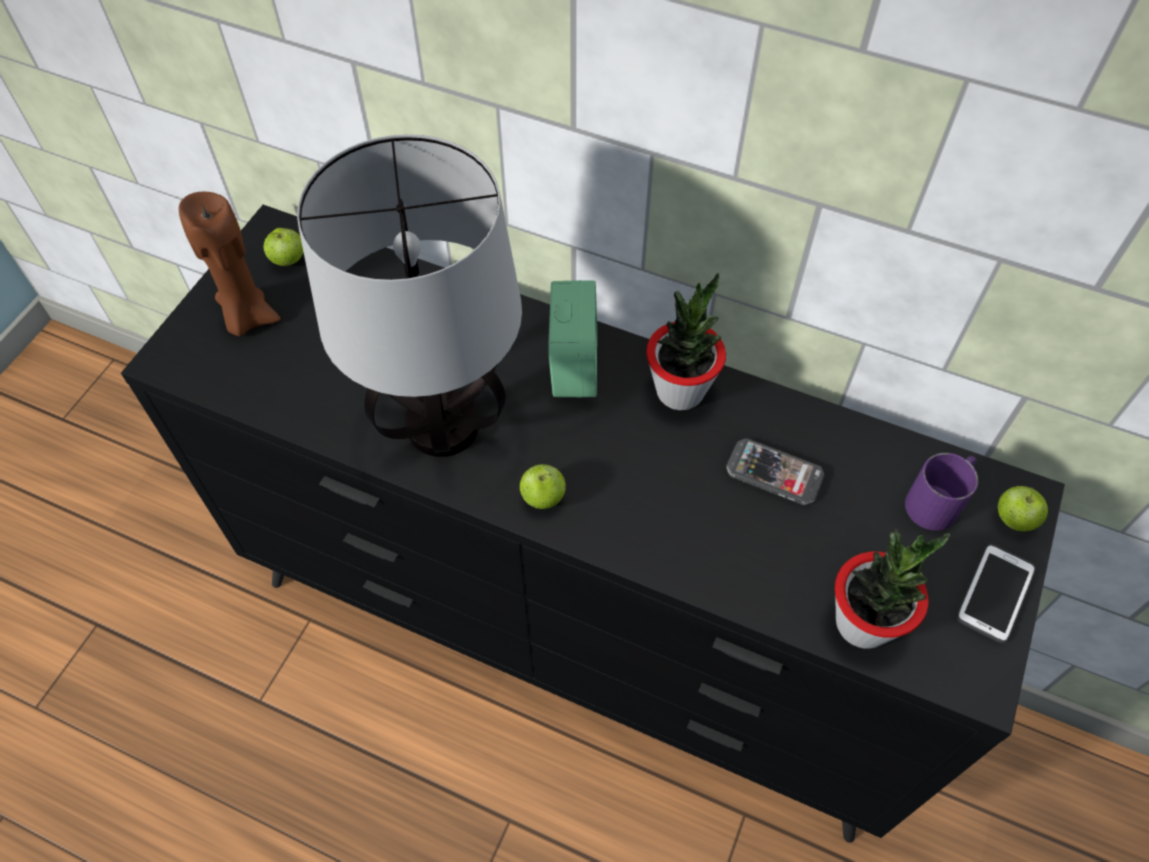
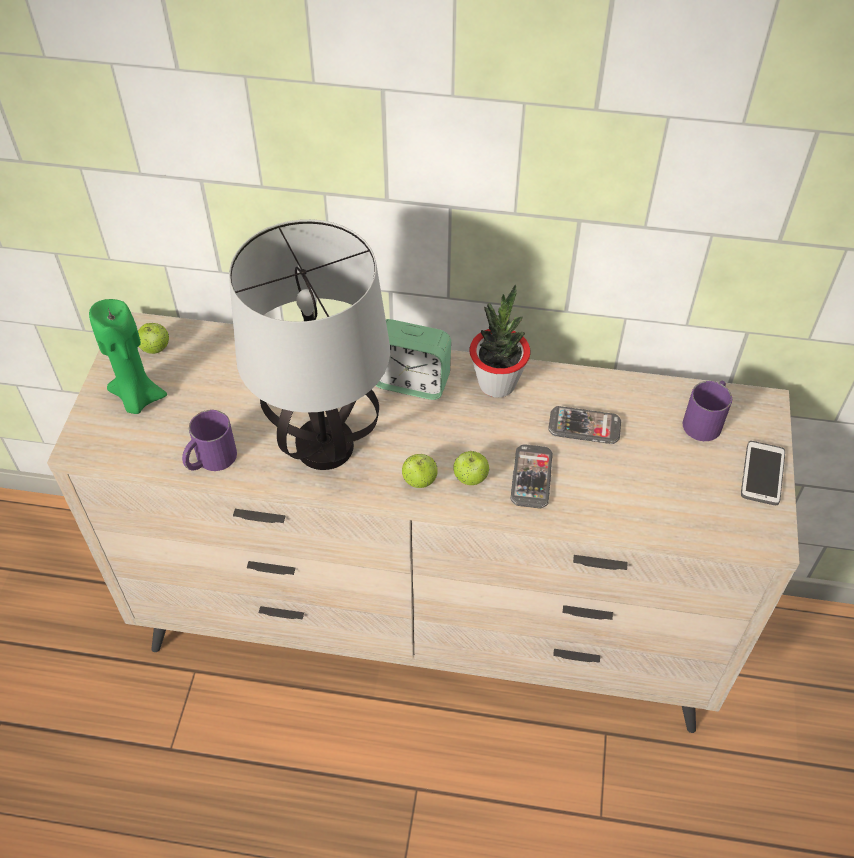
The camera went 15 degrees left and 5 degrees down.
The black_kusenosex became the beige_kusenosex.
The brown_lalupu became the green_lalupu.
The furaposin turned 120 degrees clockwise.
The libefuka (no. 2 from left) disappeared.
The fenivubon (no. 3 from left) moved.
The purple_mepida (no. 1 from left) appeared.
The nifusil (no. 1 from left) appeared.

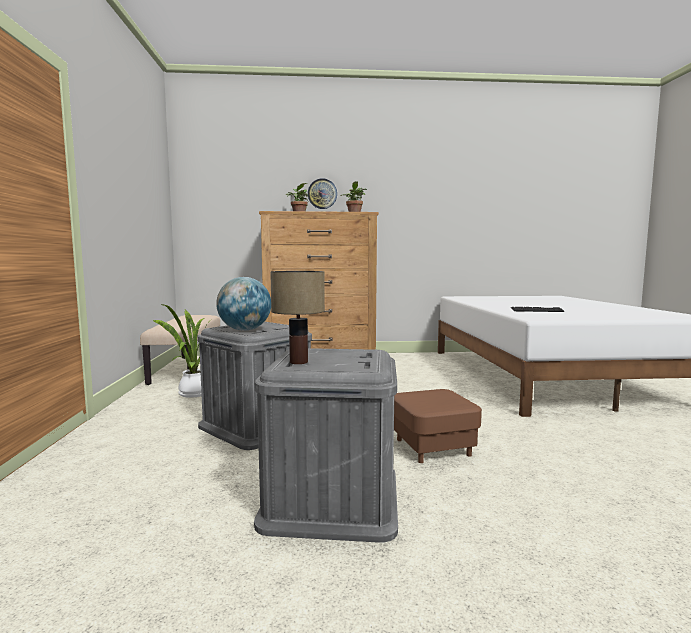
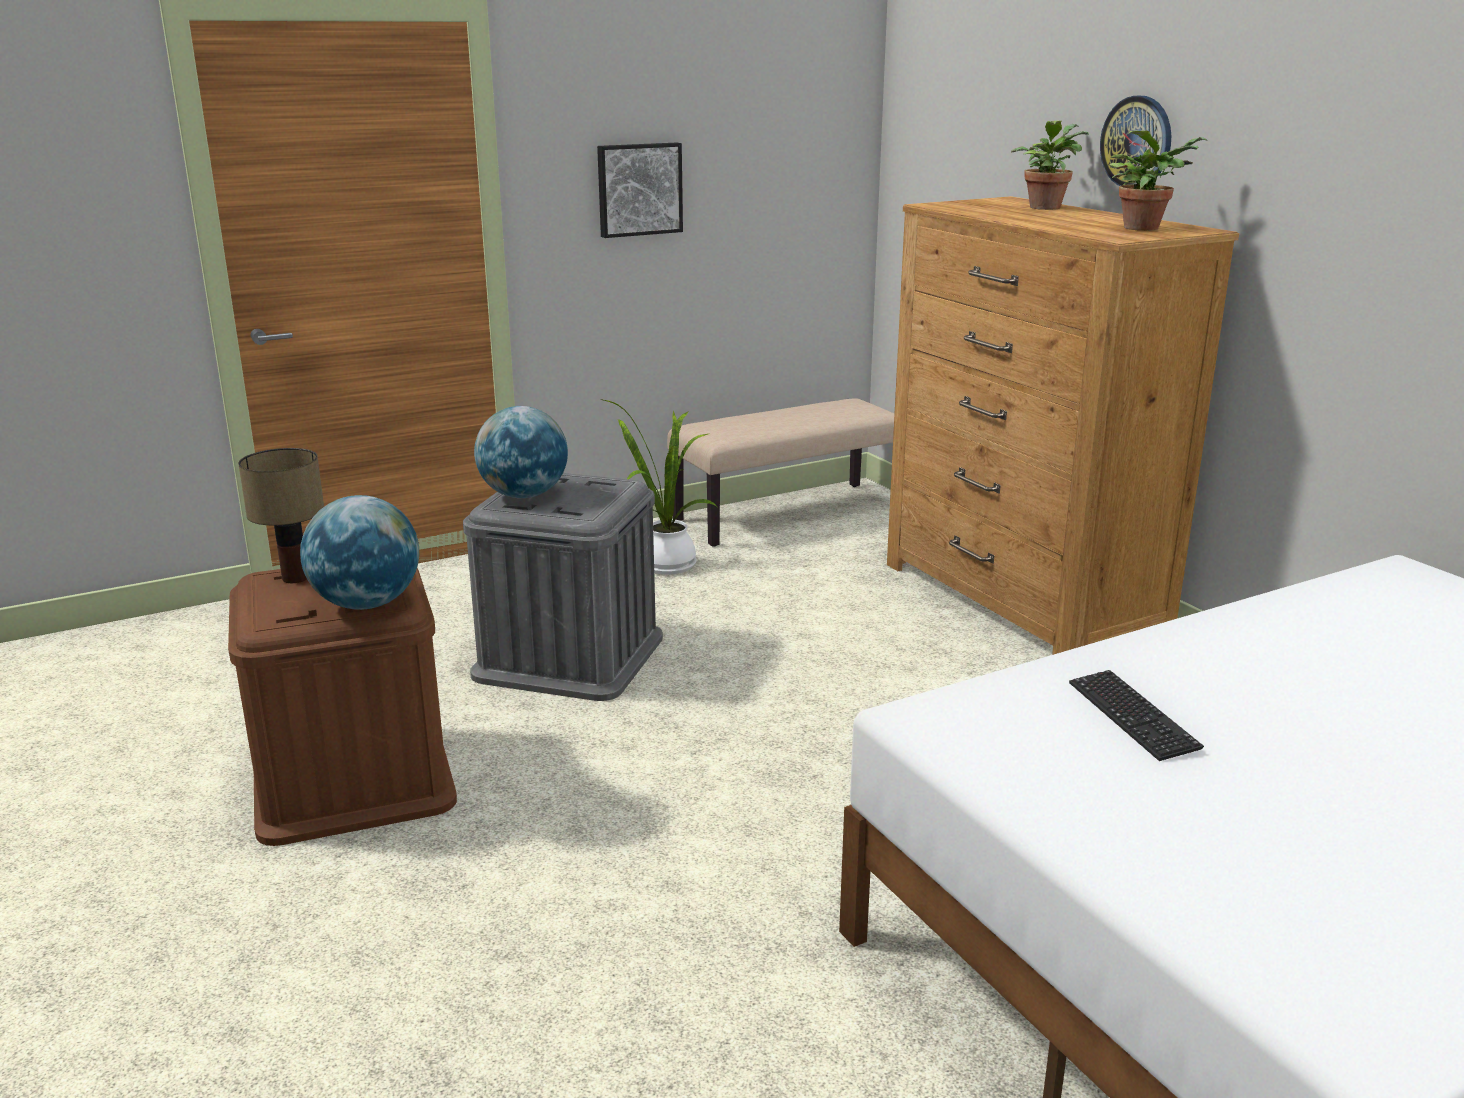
The camera went 65 degrees right and 15 degrees up.
The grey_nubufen (no. 2 from left) became the brown_nubufen.
The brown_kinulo disappeared.
The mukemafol (no. 1 from left) appeared.
The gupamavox appeared.

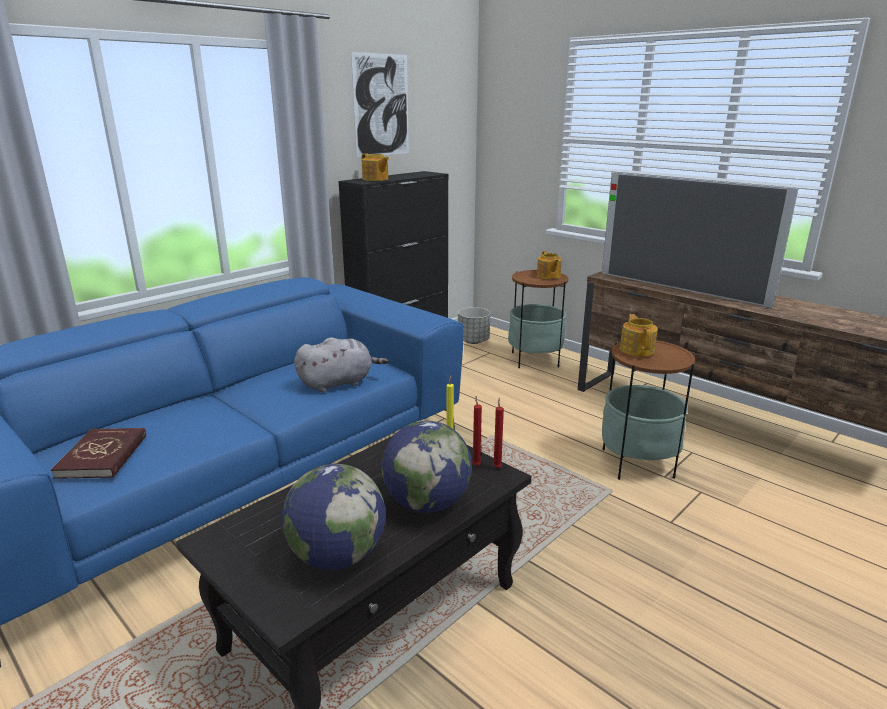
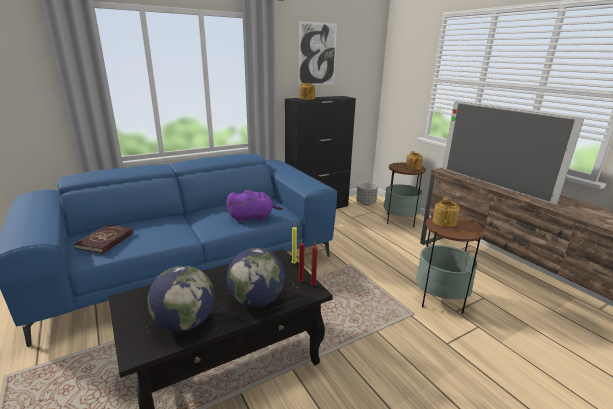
The camera went 15 degrees right and 0 degrees up.
The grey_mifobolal became the purple_mifobolal.

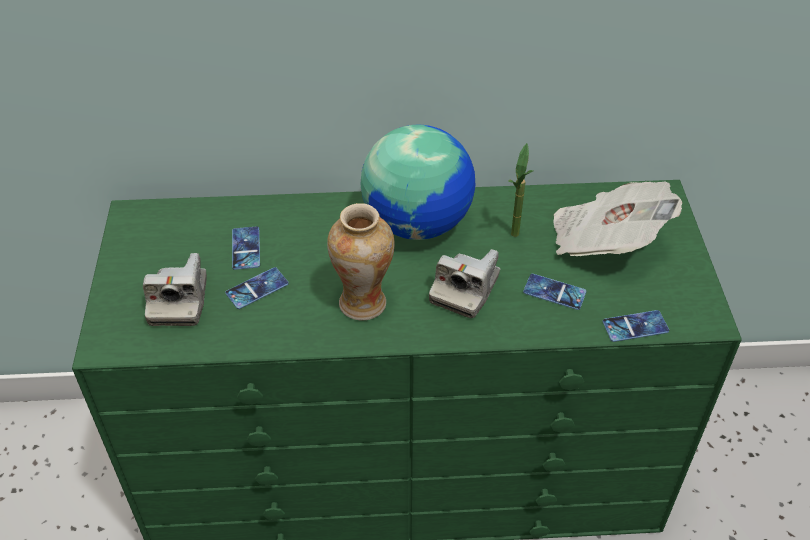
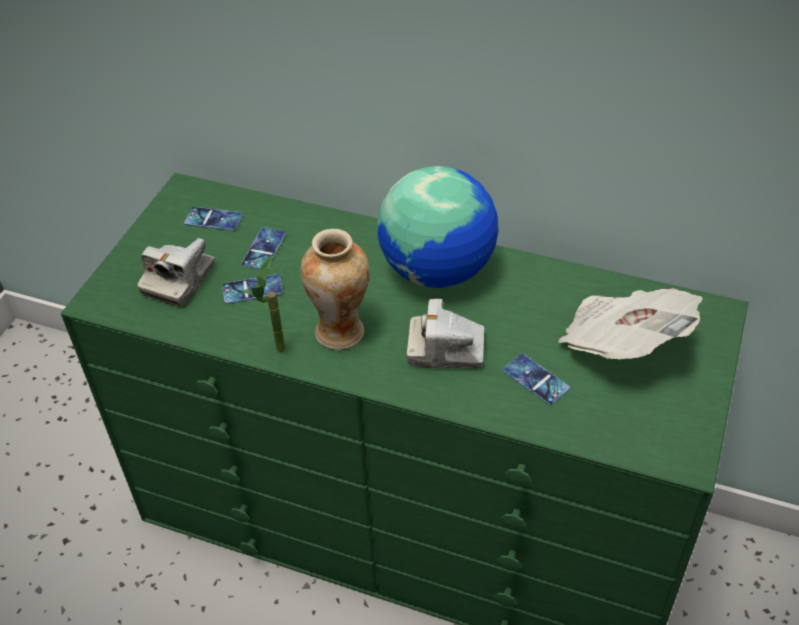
The camera went 25 degrees right and 0 degrees up.
The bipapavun (no. 2 from left) turned 45 degrees clockwise.
The libefuka moved.
The nifusil (no. 4 from left in the first image) moved.

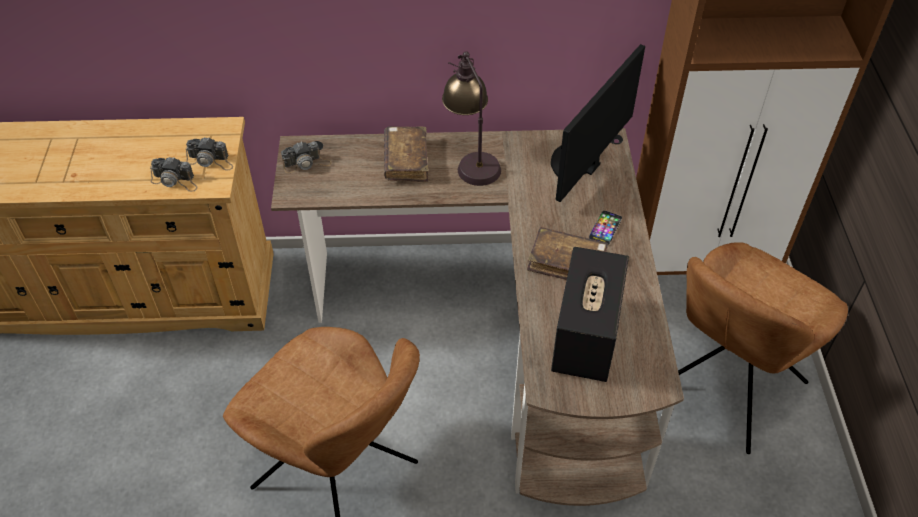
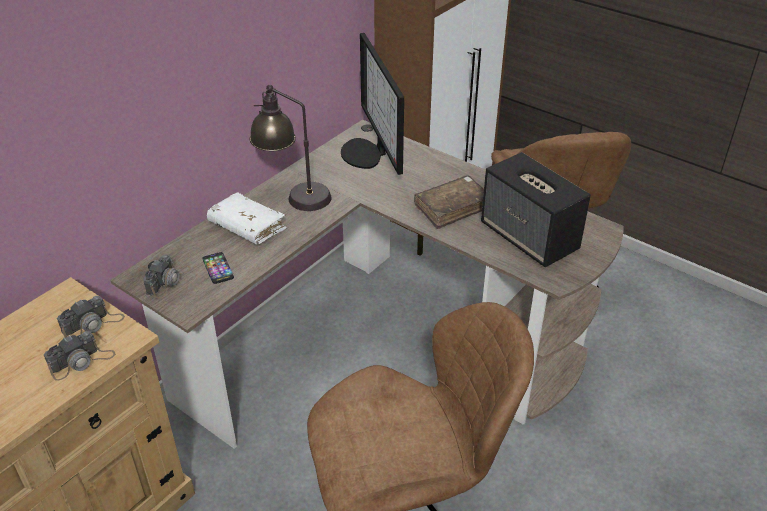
The camera went 50 degrees left and 10 degrees down.
The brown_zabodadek (no. 1 from left) became the white_zabodadek.
The nifusil moved.

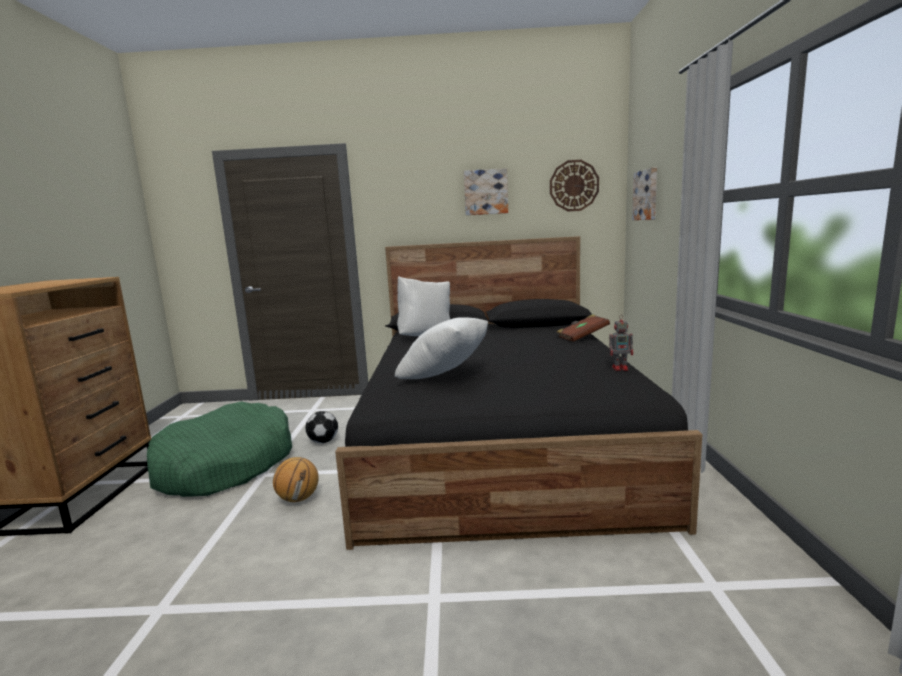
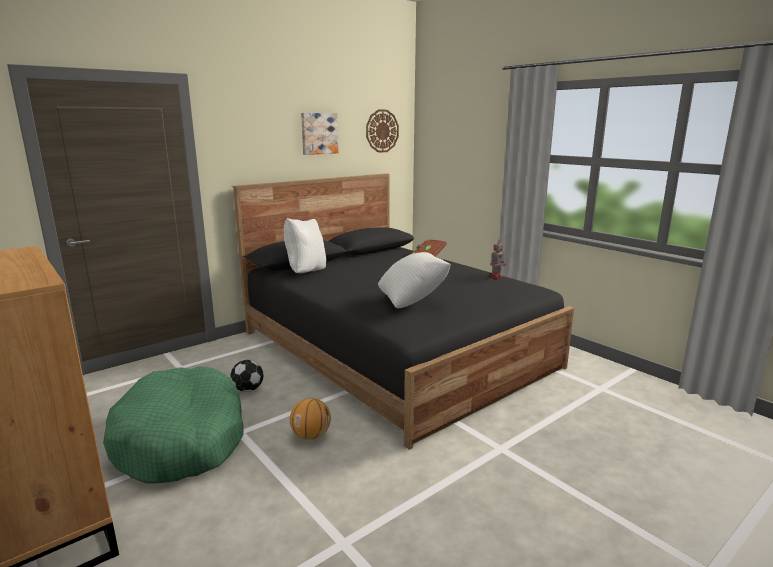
The camera went 40 degrees left and 5 degrees up.
The gupamavox (no. 2 from left) disappeared.

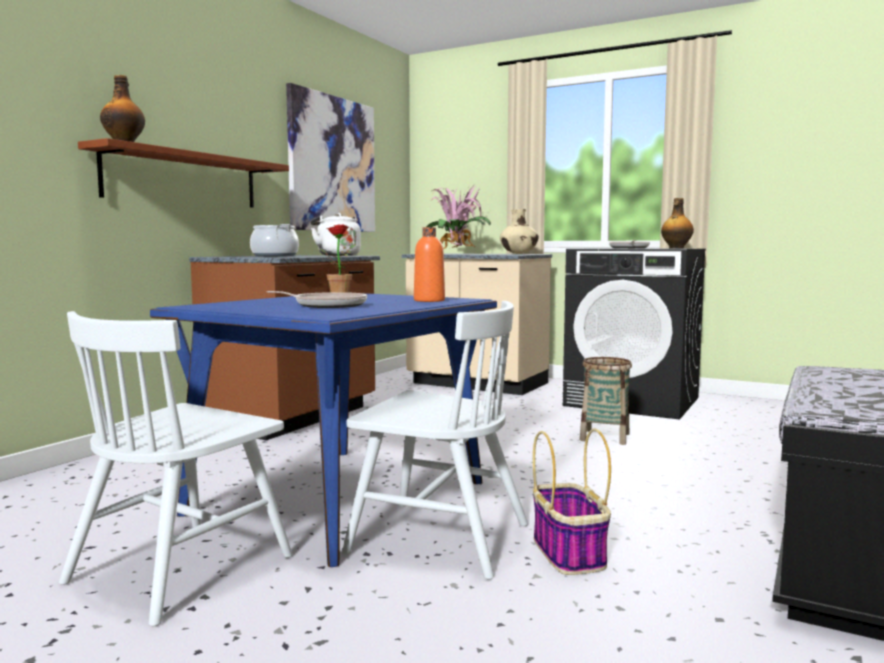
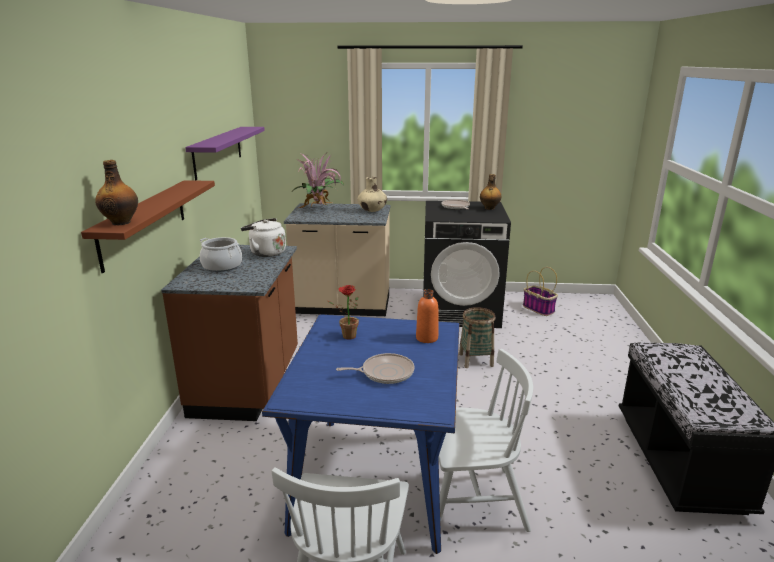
The camera went 25 degrees left and 15 degrees up.
The gupamavox was replaced by the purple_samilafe.
The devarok (no. 1 from left in the first image) moved.

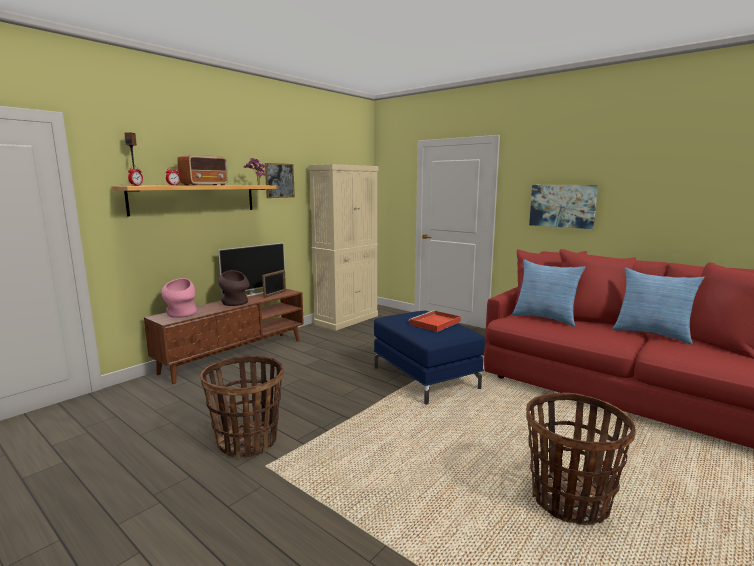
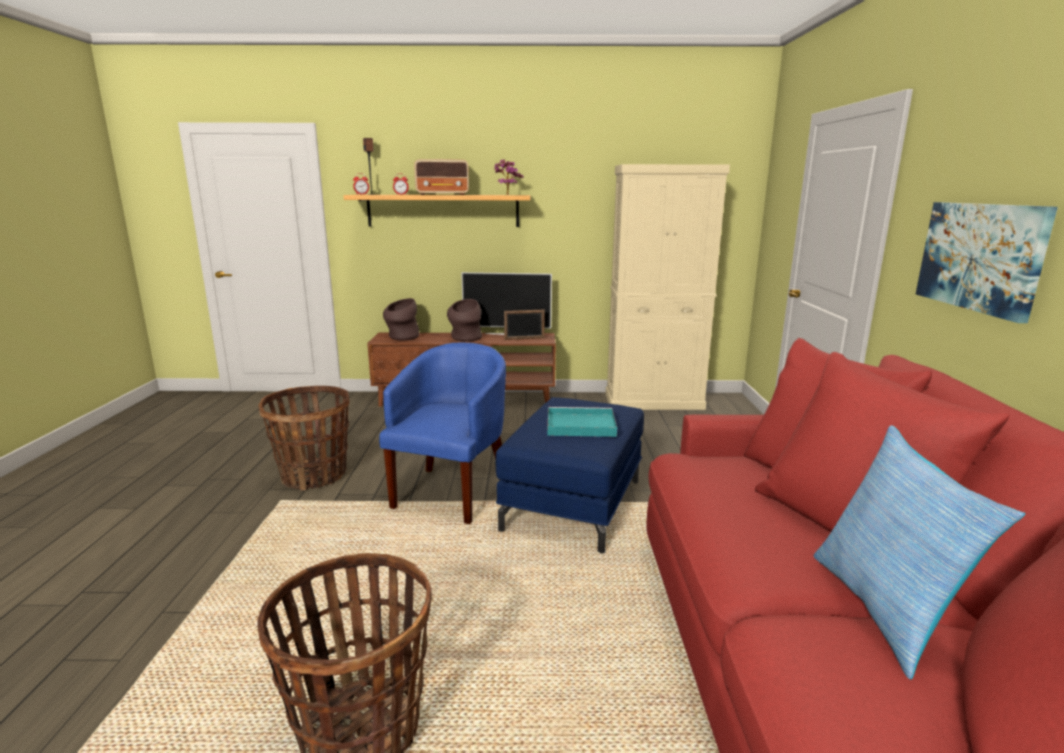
The camera went 50 degrees right and 5 degrees up.
The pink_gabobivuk became the brown_gabobivuk (no. 1 from left).
The gupamavox (no. 1 from left) disappeared.
The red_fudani became the turquoise_fudani.
The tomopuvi (no. 1 from left) disappeared.
The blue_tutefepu appeared.

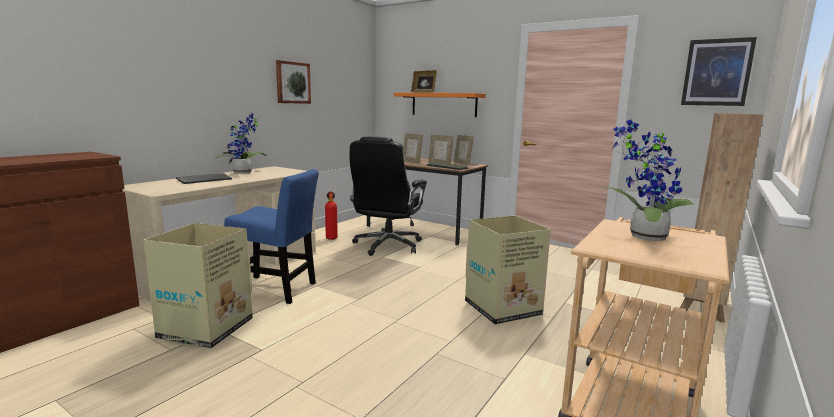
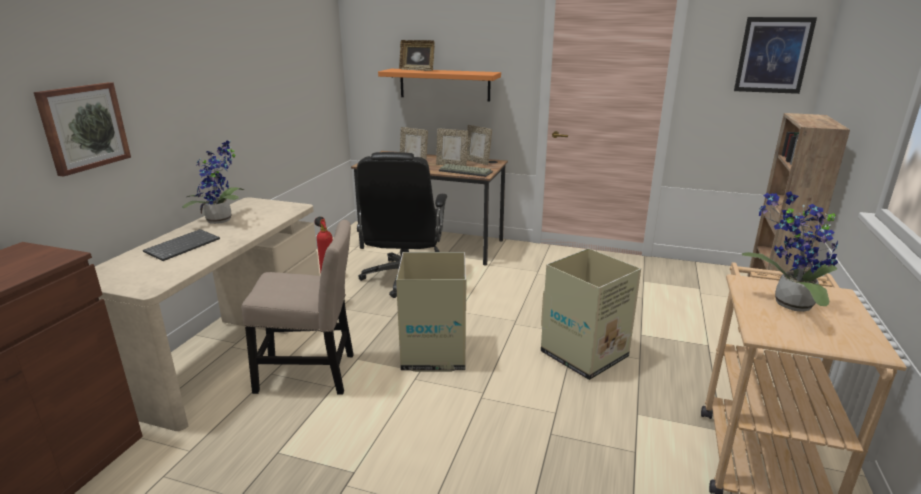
The camera went 15 degrees left and 10 degrees up.
The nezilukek (no. 1 from left) moved.
The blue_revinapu became the beige_revinapu.
The gupamavox (no. 1 from left) moved.

